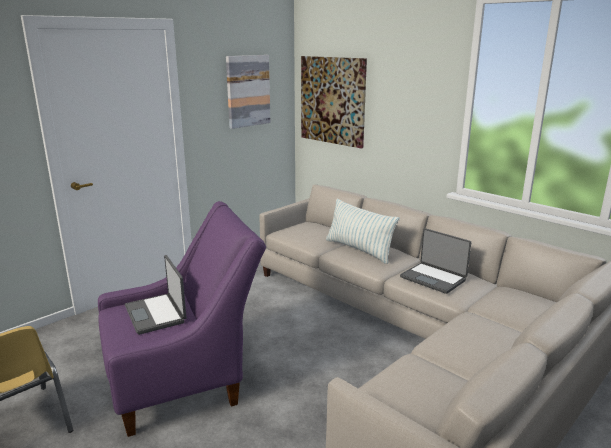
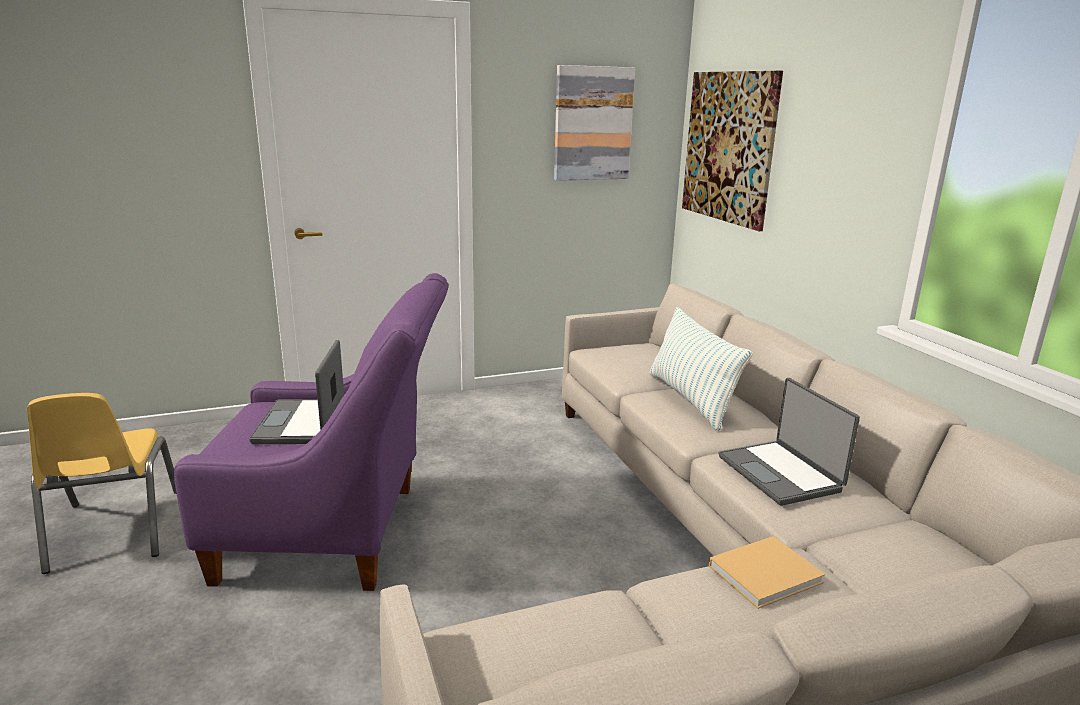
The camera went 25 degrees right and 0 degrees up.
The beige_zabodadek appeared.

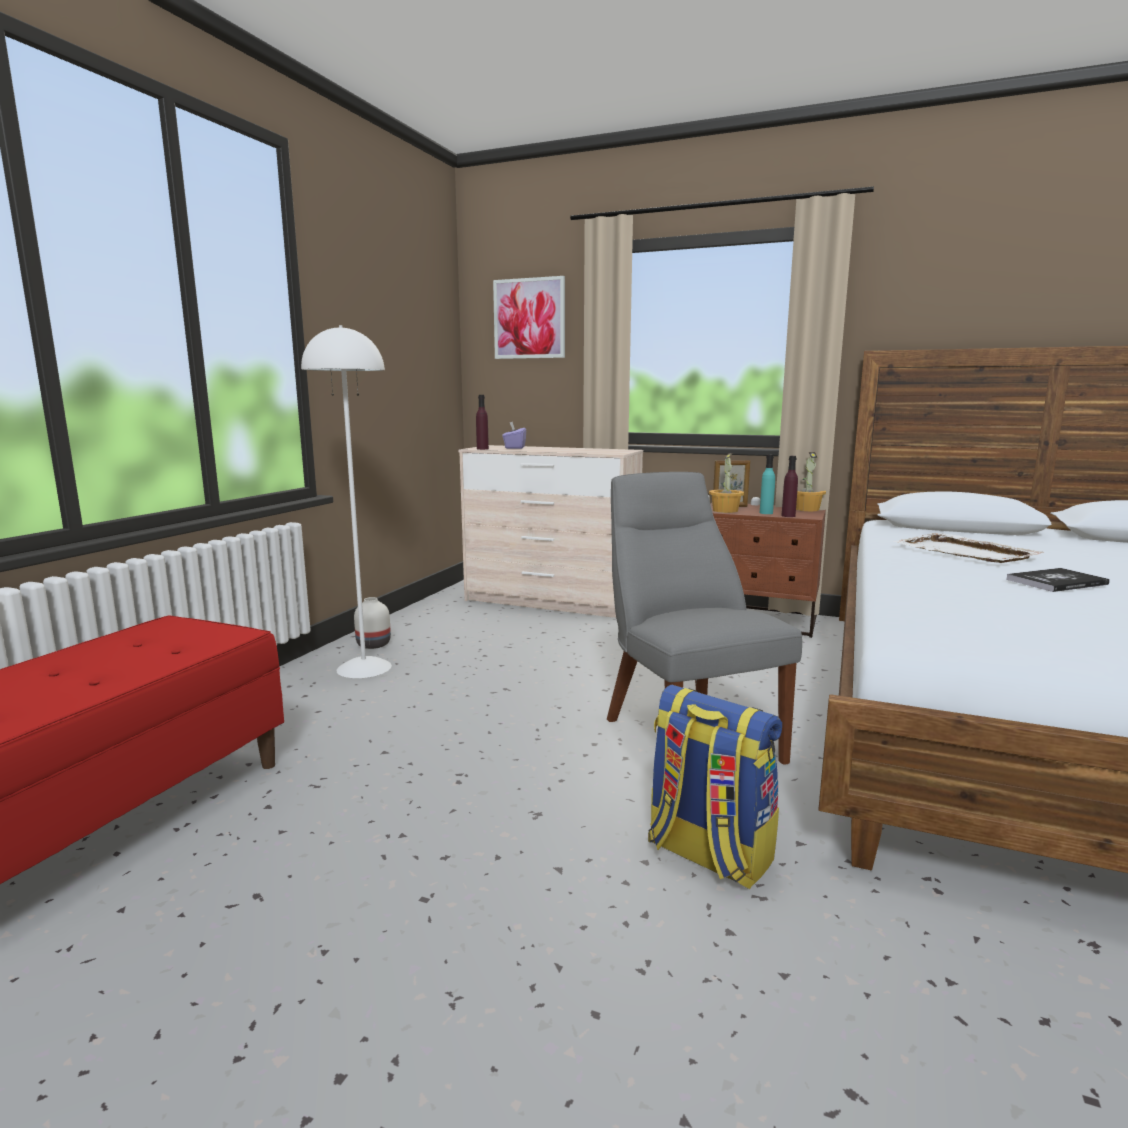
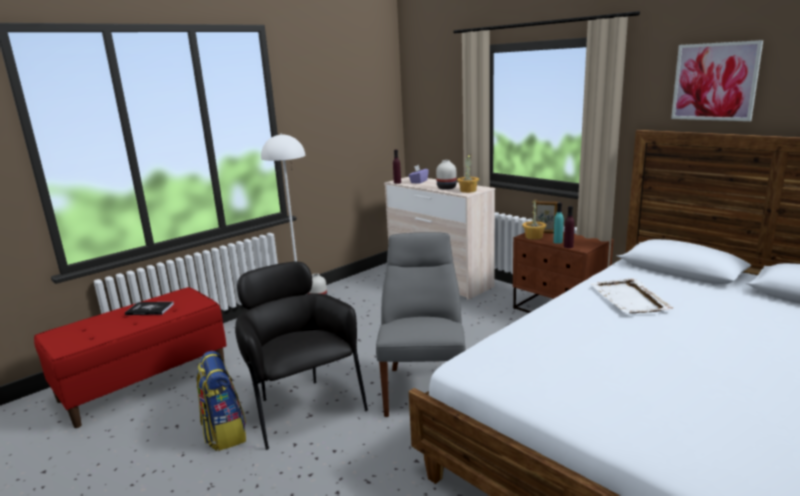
The camera went 25 degrees right and 5 degrees up.
The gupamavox moved.
The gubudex moved.
The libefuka (no. 2 from left in the first image) moved.
The zabodadek moved.
The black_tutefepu appeared.
The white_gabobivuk (no. 2 from left) appeared.

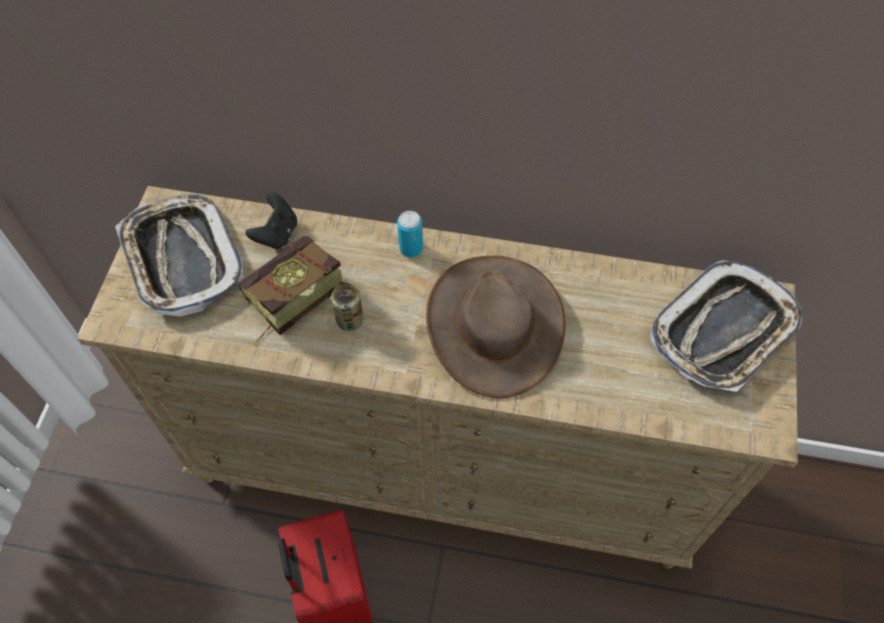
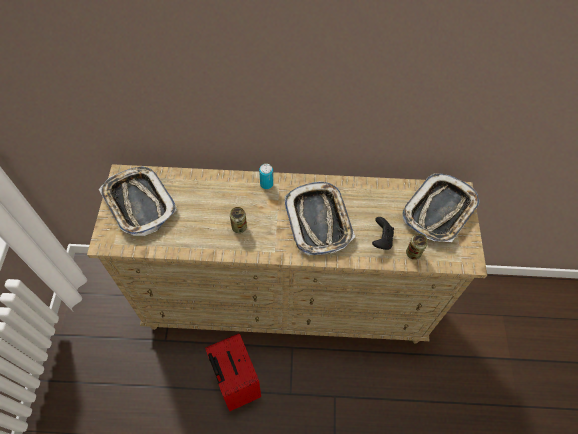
The camera went 10 degrees left and 0 degrees up.
The zabodadek disappeared.
The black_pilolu moved.
The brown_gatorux was replaced by the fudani (no. 2 from left).
The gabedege (no. 3 from left) appeared.

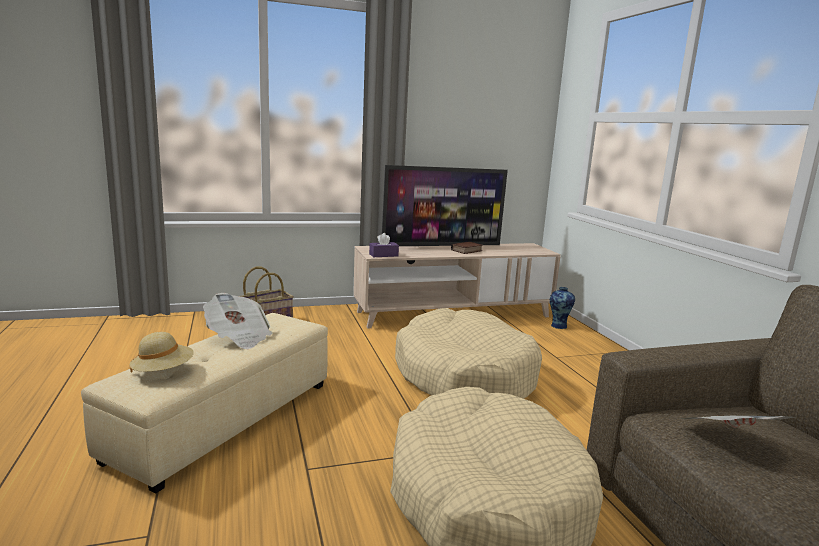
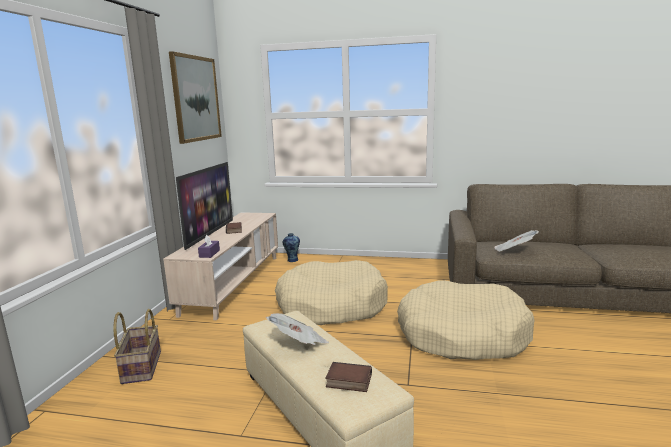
The camera went 60 degrees left and 0 degrees up.
The beige_gatorux was replaced by the zabodadek (no. 2 from left).
The gupamavox appeared.

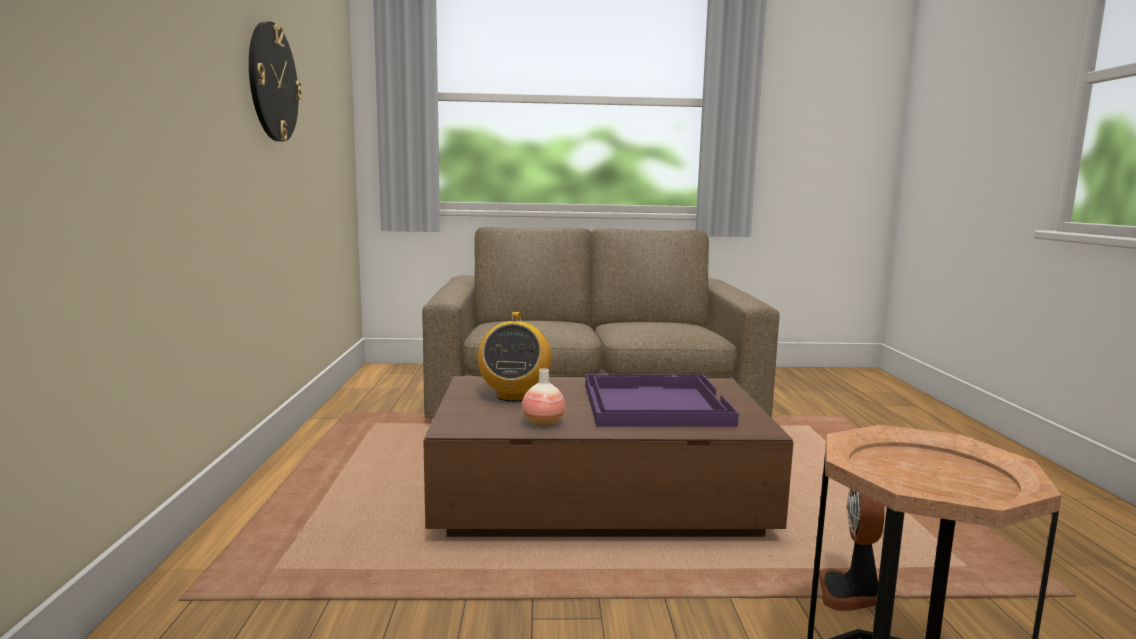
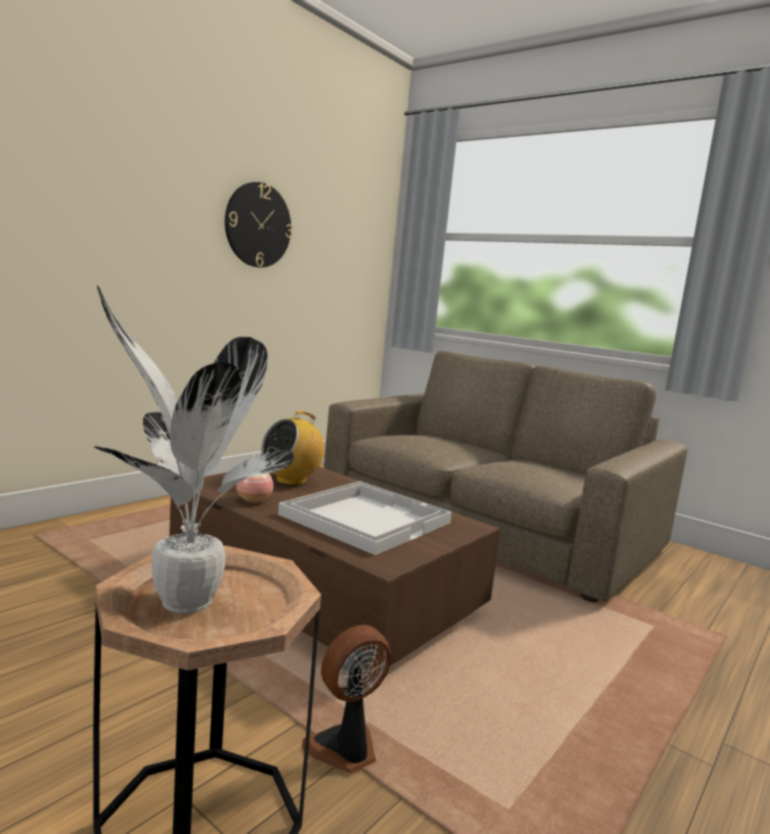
The camera went 40 degrees right and 0 degrees up.
The purple_fudani became the white_fudani.
The libefuka appeared.

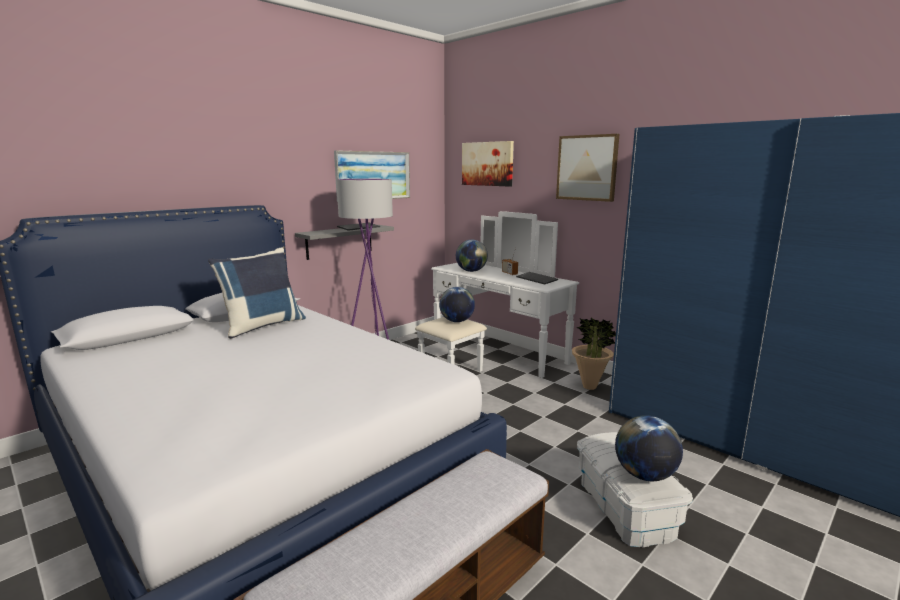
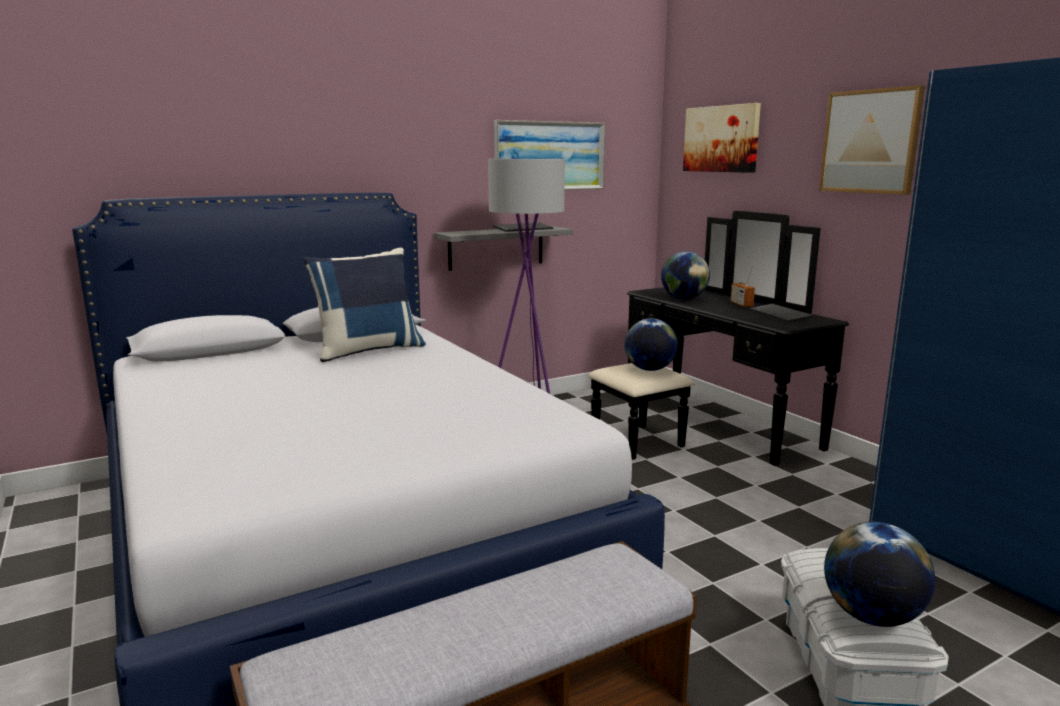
The camera went 15 degrees right and 0 degrees up.
The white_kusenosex became the black_kusenosex.
The libefuka disappeared.

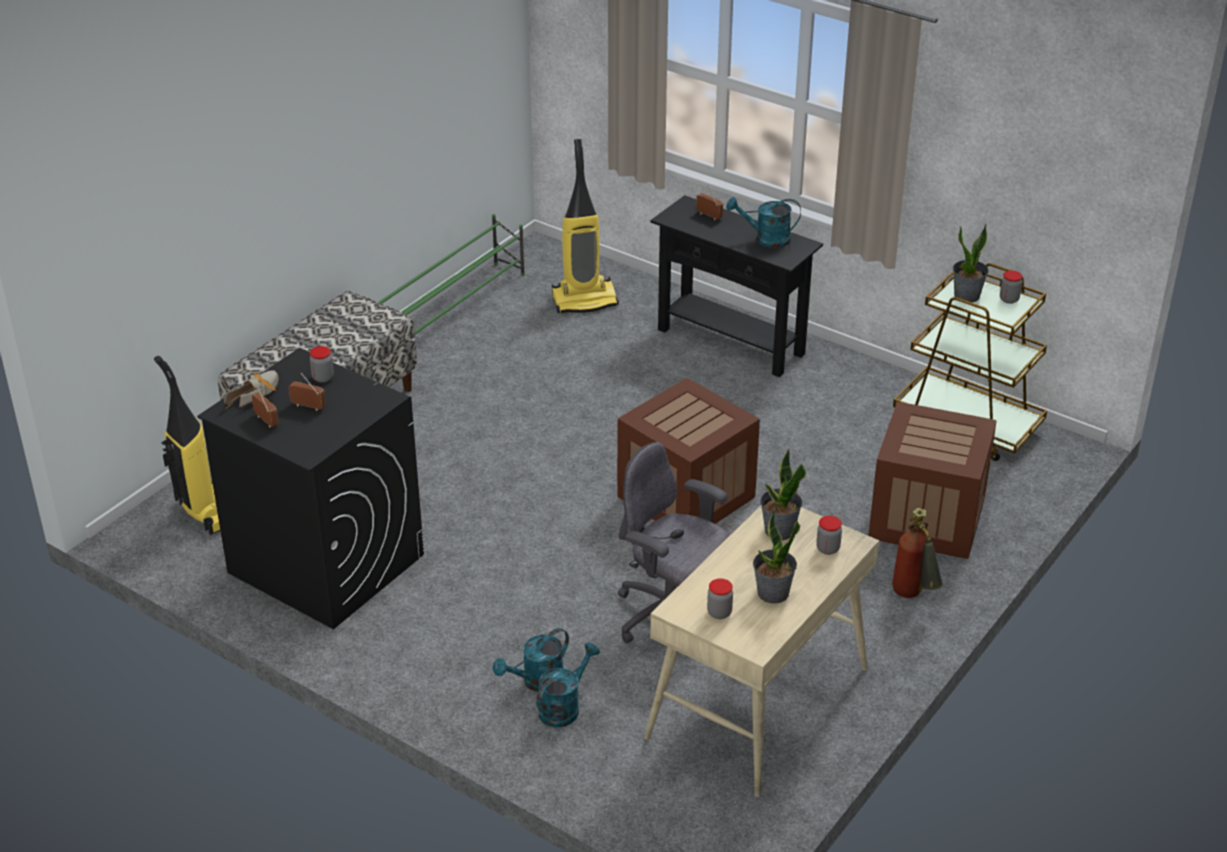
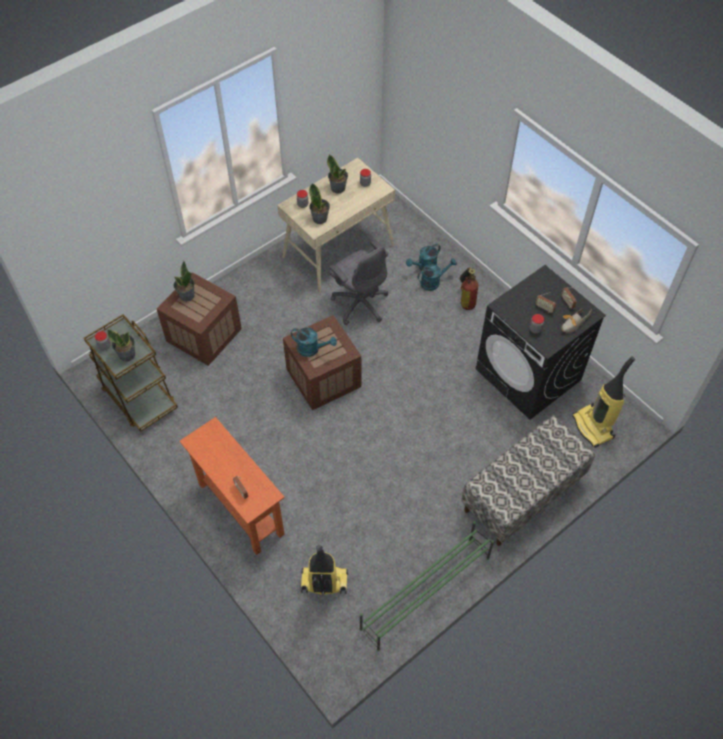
The camera went 165 degrees left and 20 degrees up.
The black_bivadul became the orange_bivadul.
The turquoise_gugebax (no. 3 from left in the first image) moved.
The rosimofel moved.
The libefuka (no. 2 from left) appeared.

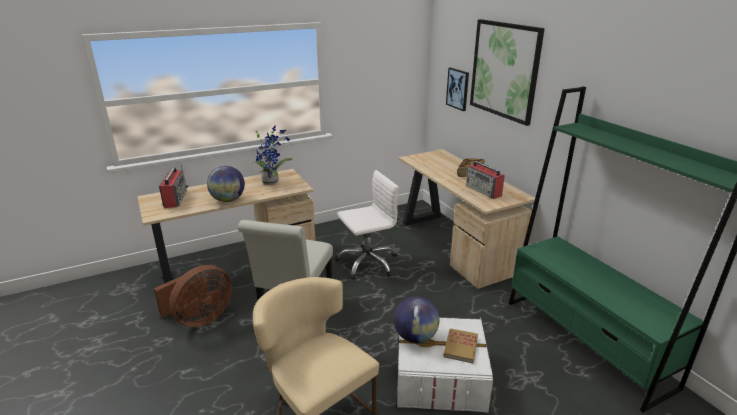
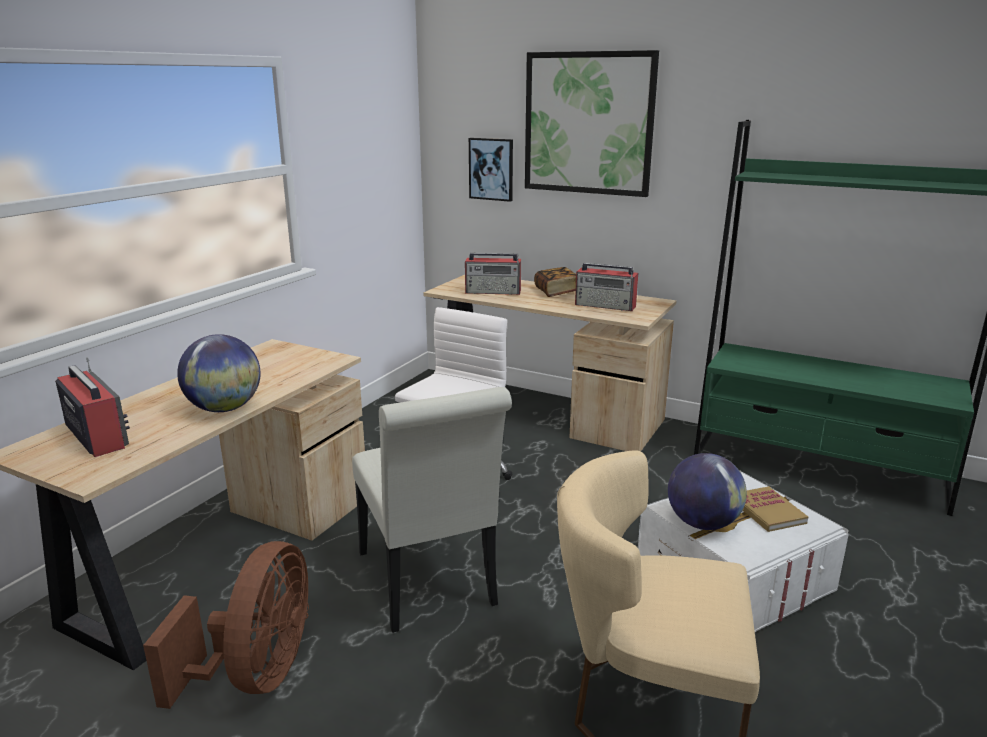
The camera went 35 degrees left and 5 degrees down.
The libefuka disappeared.
The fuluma (no. 2 from left) appeared.

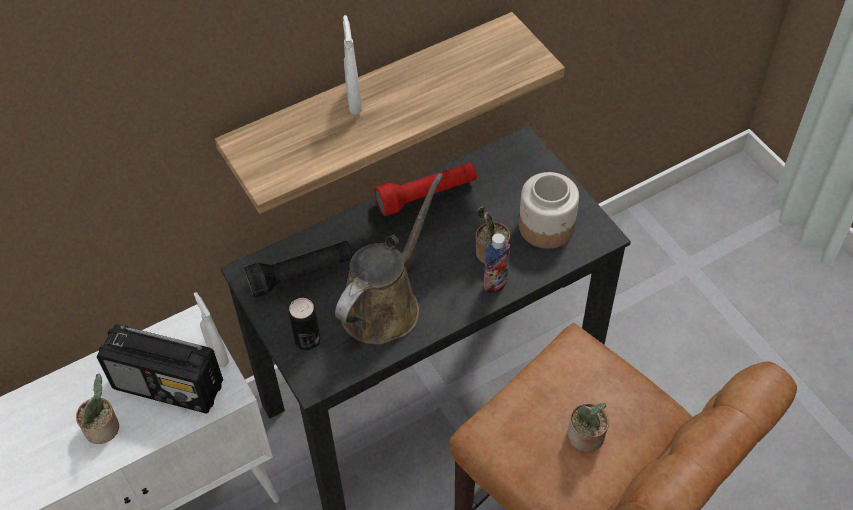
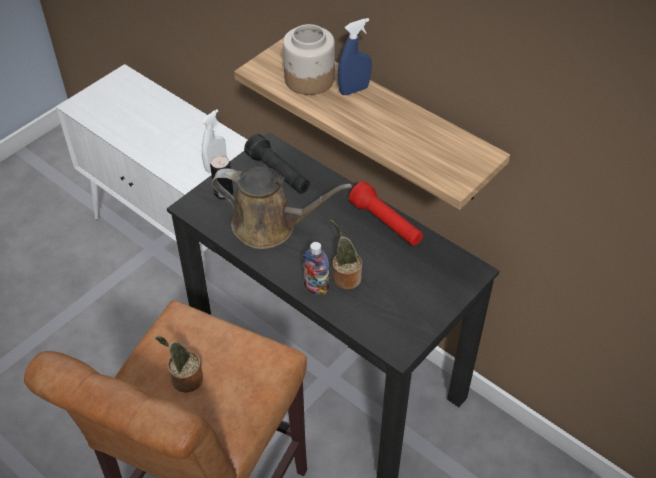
The camera went 70 degrees right and 5 degrees down.
The libefuka (no. 1 from left) disappeared.
The fuluma disappeared.
The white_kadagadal (no. 2 from left) became the blue_kadagadal.
The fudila moved.

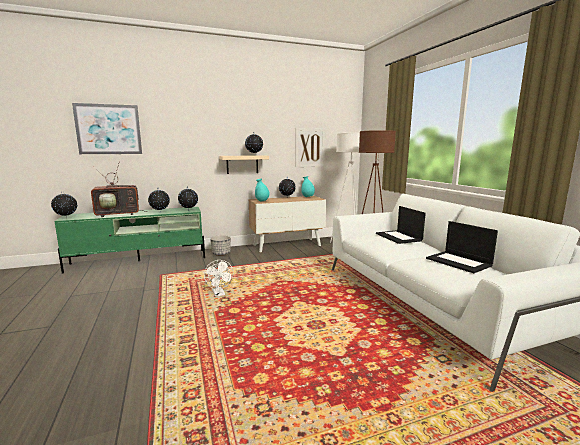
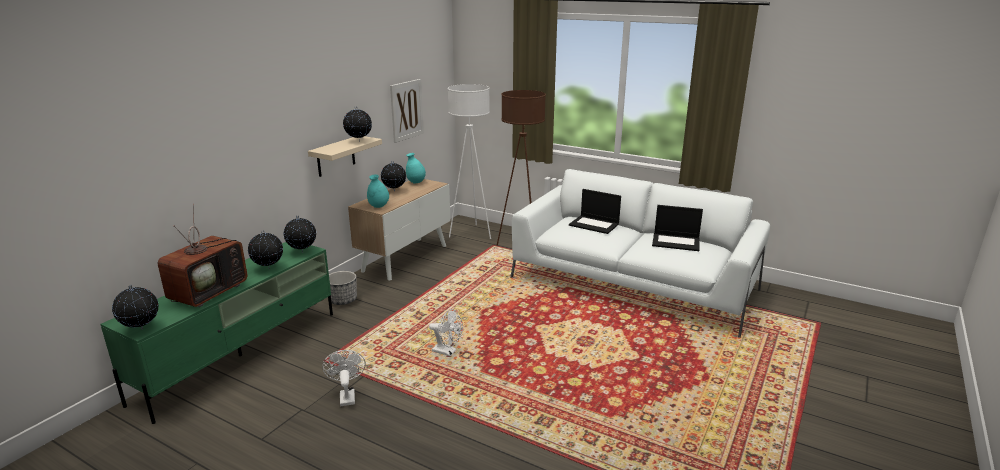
The camera went 40 degrees left and 10 degrees up.
The gupamavox (no. 1 from left) disappeared.
The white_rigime (no. 1 from left) appeared.

